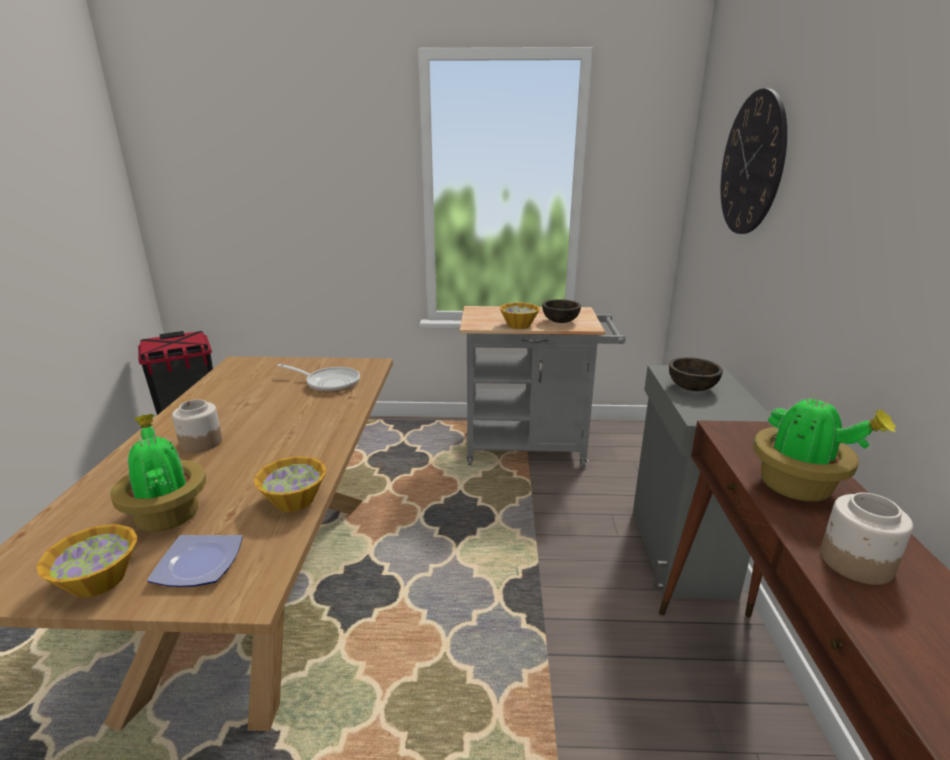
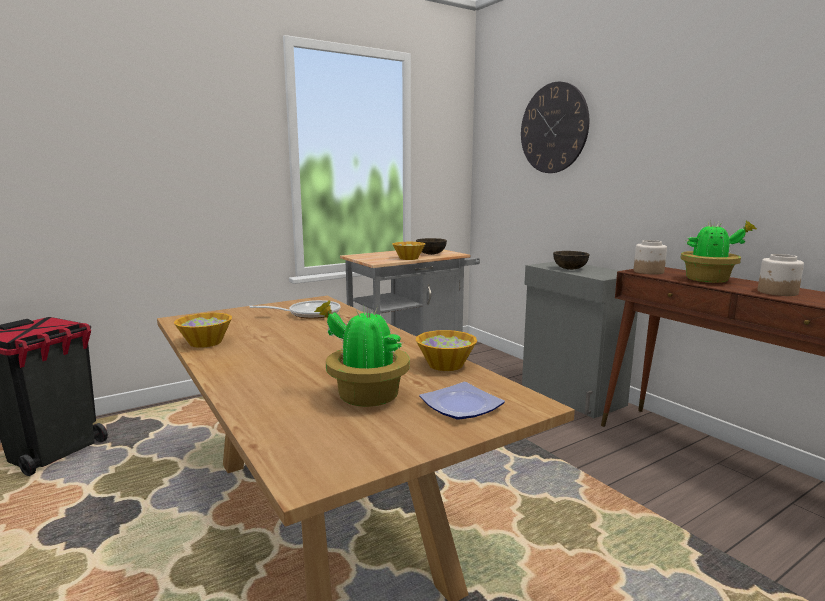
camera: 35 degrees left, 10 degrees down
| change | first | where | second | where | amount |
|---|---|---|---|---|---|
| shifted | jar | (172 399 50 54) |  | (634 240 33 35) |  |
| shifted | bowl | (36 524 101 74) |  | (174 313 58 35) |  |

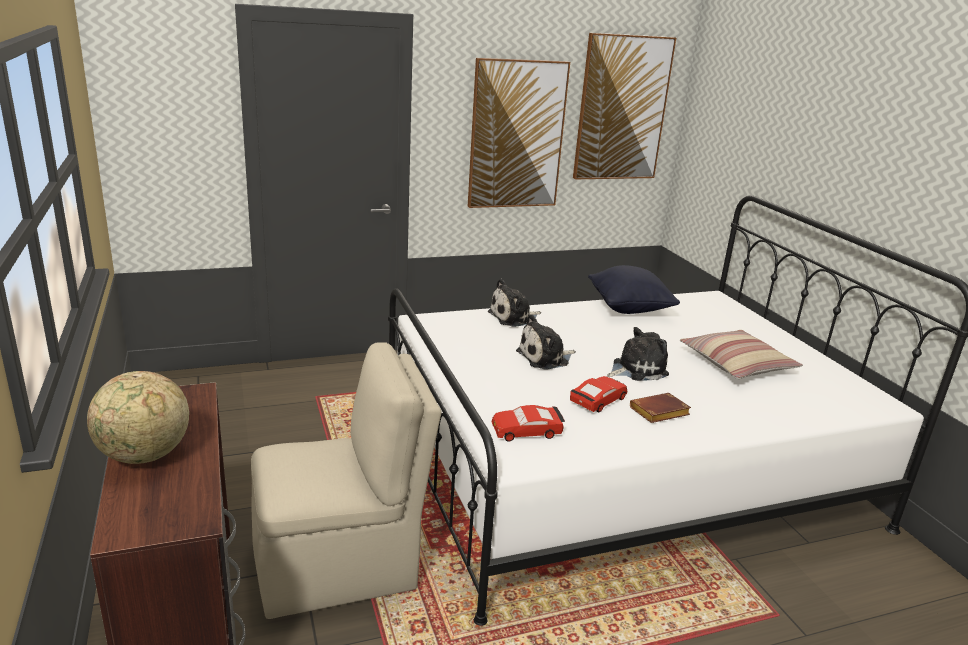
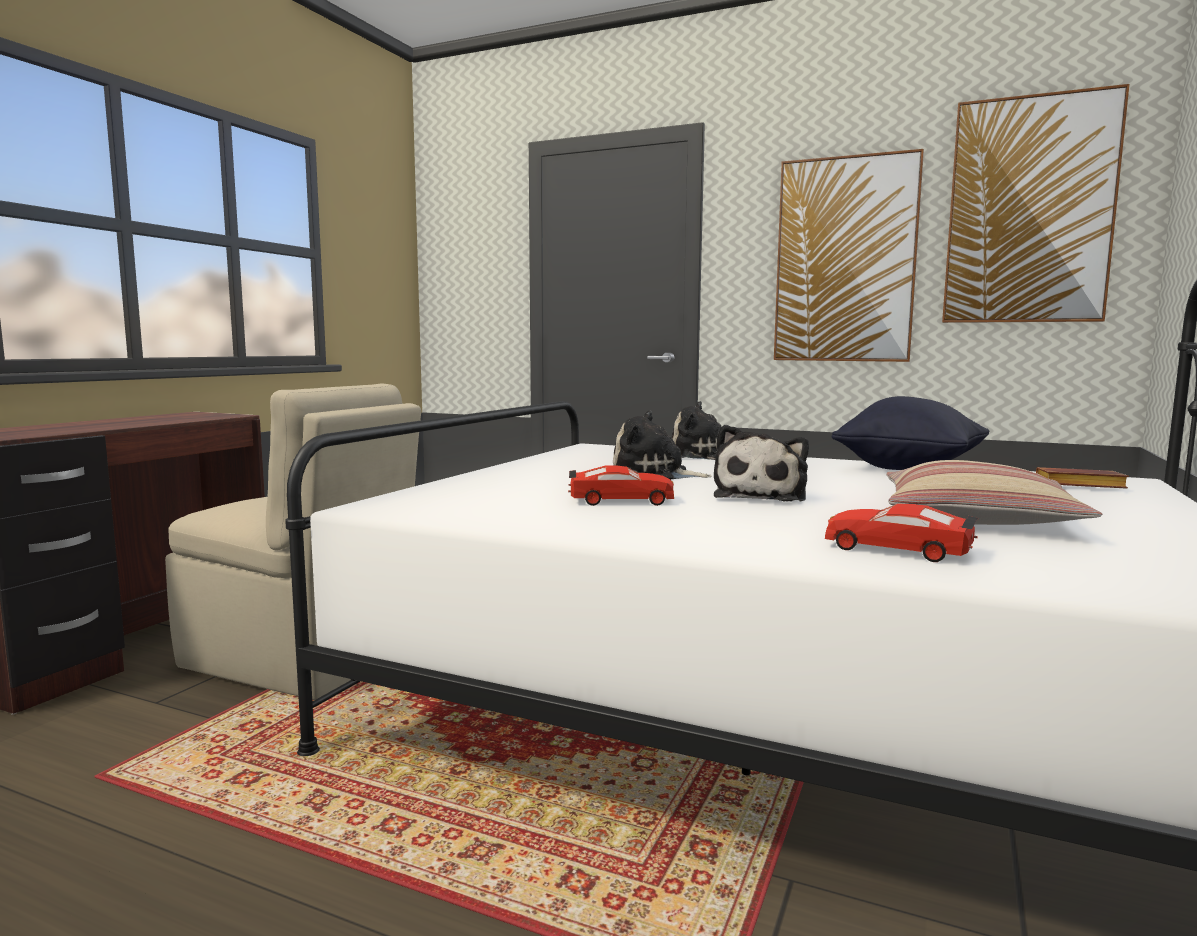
camera: 45 degrees right, 15 degrees down
| change | first | where | second | where | amount |
|---|---|---|---|---|---|
| rotated | plush toy | (607 327 62 54) |  | (714 425 95 76) | 90 degrees clockwise |
| gone | globe | (87 371 102 93) |  |  |  |
| shifted | brown book | (630 393 61 30) |  | (1036 467 93 22) |  |
| shifted | red toy car | (492 405 73 36) |  | (825 504 153 58) |  |

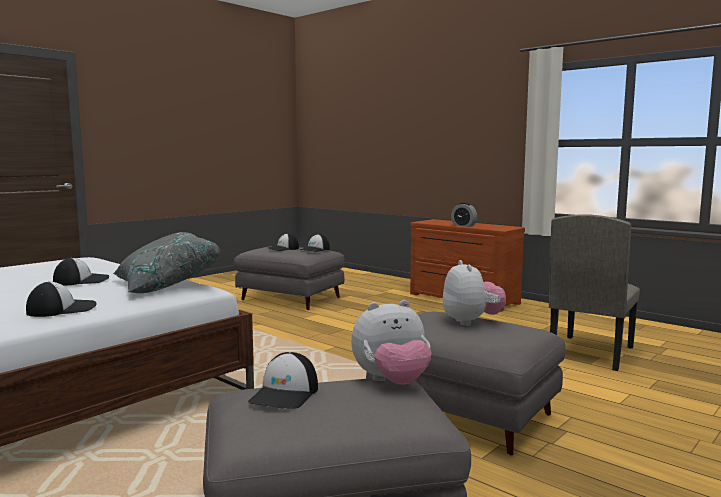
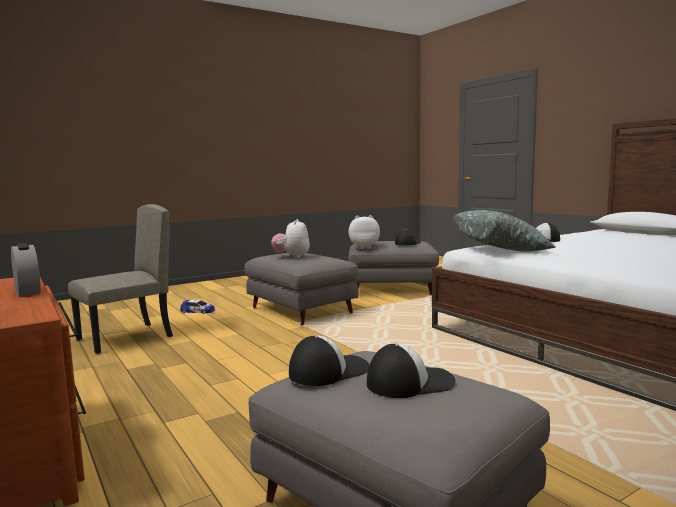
camera: 165 degrees left, 0 degrees up
| change | first | where | second | where | amount |
|---|---|---|---|---|---|
| gone | cap | (53 258 56 27) |  |  |  |
| new |  |  | toy car | (180 300 35 14) |  |

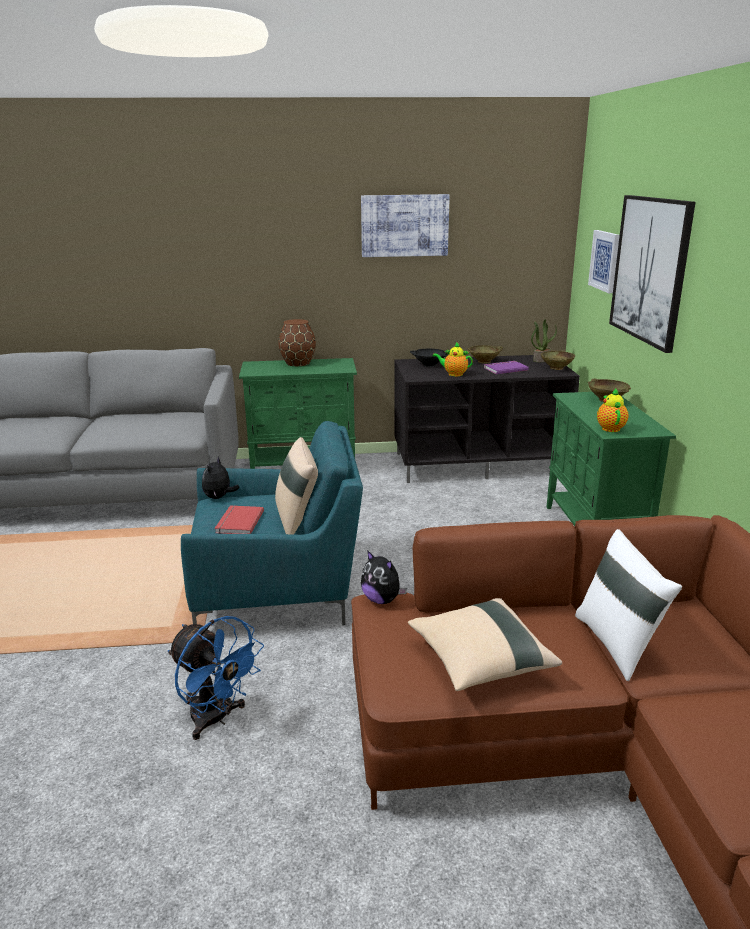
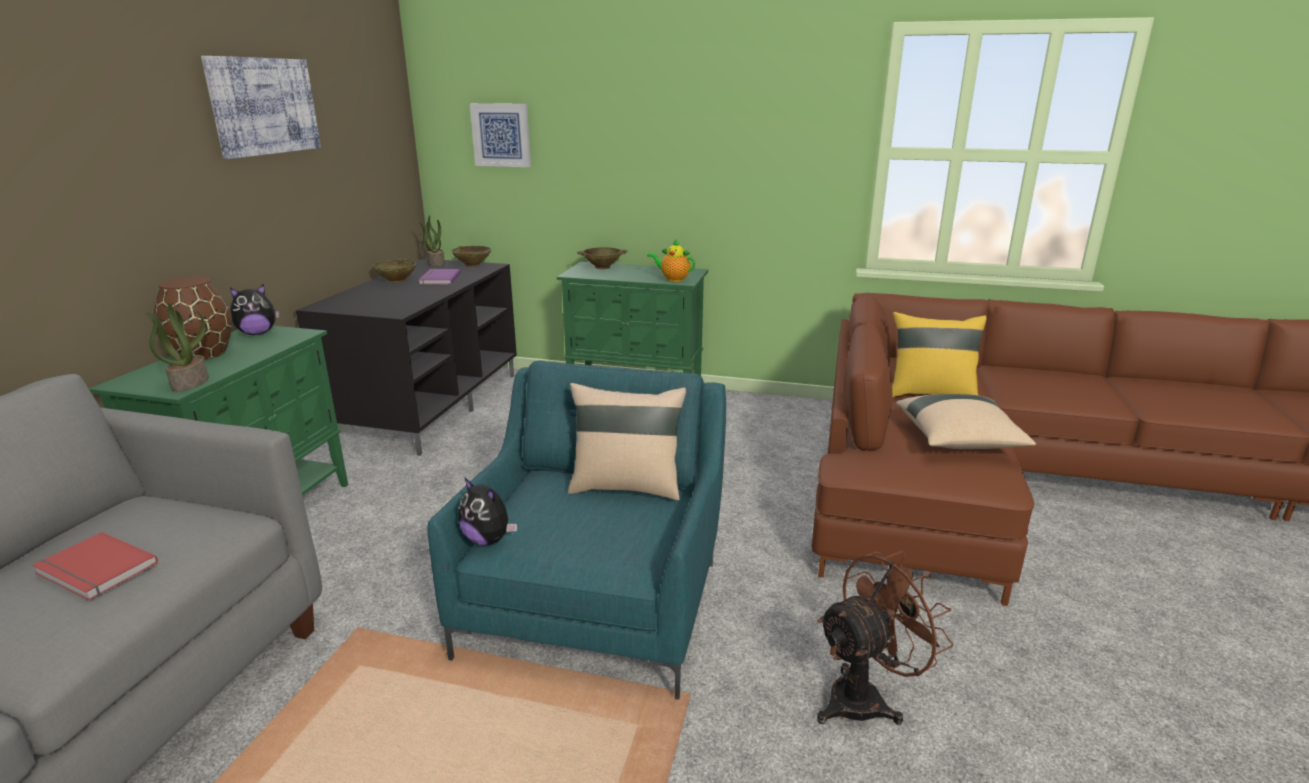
camera: 70 degrees left, 0 degrees up
| change | first | where | second | where | amount |
|---|---|---|---|---|---|
| gone | picture | (609 195 87 158) |  |  |  |
| gone | teapot | (433 342 40 34) |  |  |  |
| gone | black bowl | (410 349 39 18) |  |  |  |
| shifted | red book | (215 505 49 29) |  | (32 532 126 68) |  |
| repainted | white pillow | (575 529 107 152) | yellow pillow | (892 312 95 85) |  |
| shifted | plush toy | (361 550 46 54) |  | (230 284 49 51) |  |
| repainted | blue fan | (168 616 96 124) | brown fan | (817 551 136 174) |  |
| new |  |  | potted plant | (146 304 63 88) |  |

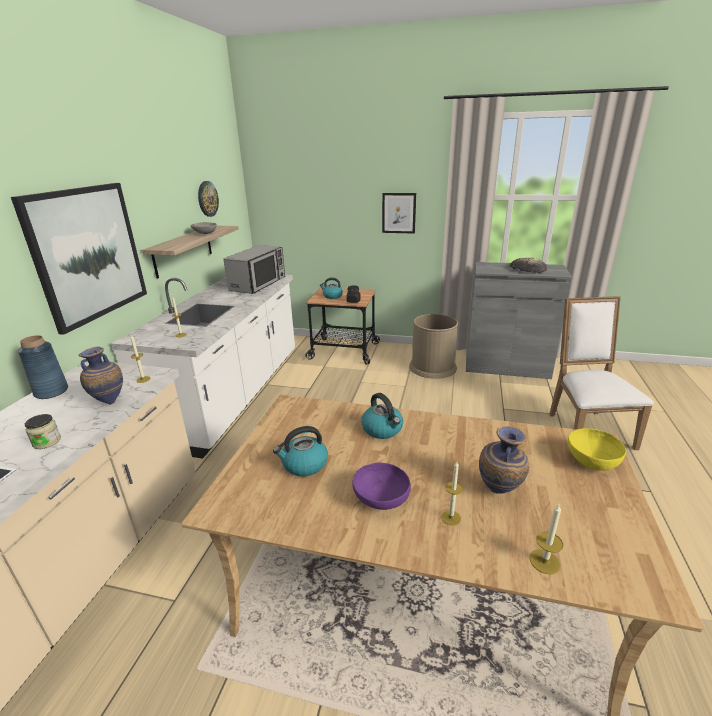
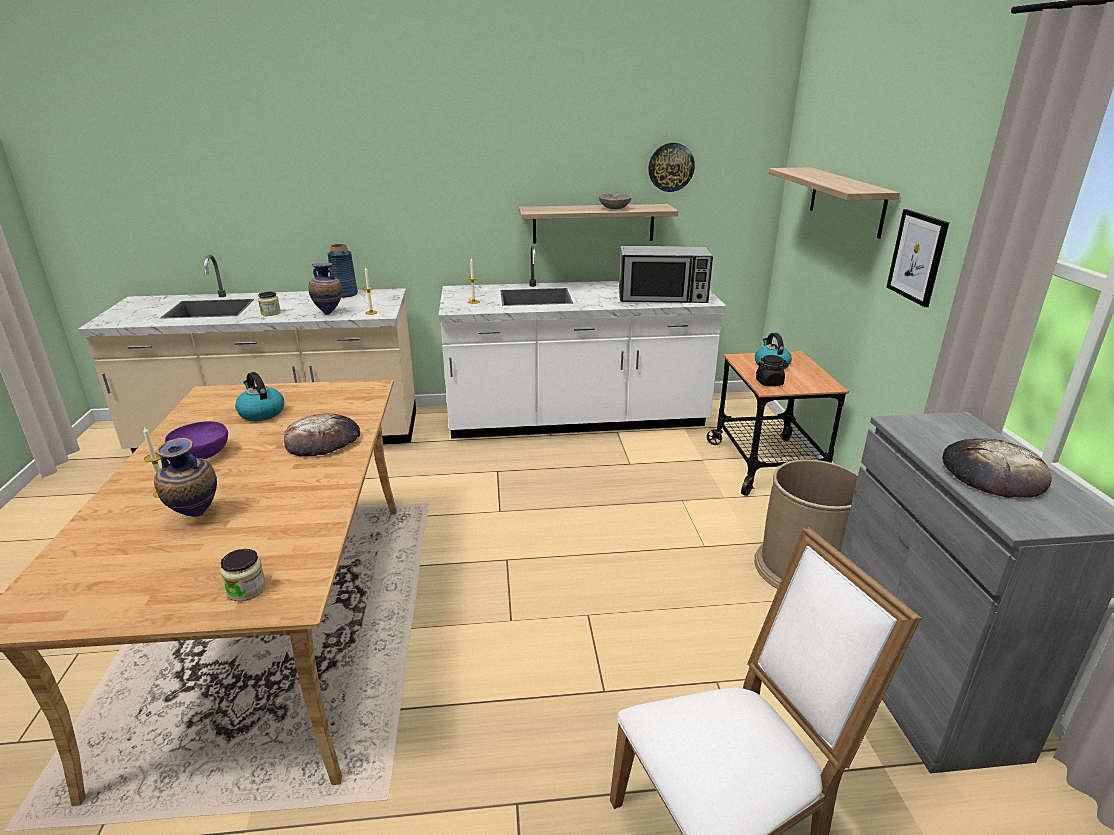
camera: 70 degrees right, 0 degrees up
| change | first | where | second | where | amount |
|---|---|---|---|---|---|
| gone | picture | (11 183 136 152) |  |  |  |
| swapped | kettle | (361 393 42 46) | bread | (284 414 76 42) |  |
| swapped | yellow bowl | (568 428 58 42) | jar | (220 549 46 53) |  |
| gone | candle | (529 504 34 71) |  |  |  |
| new |  |  | shelf | (768 167 132 72) |  |

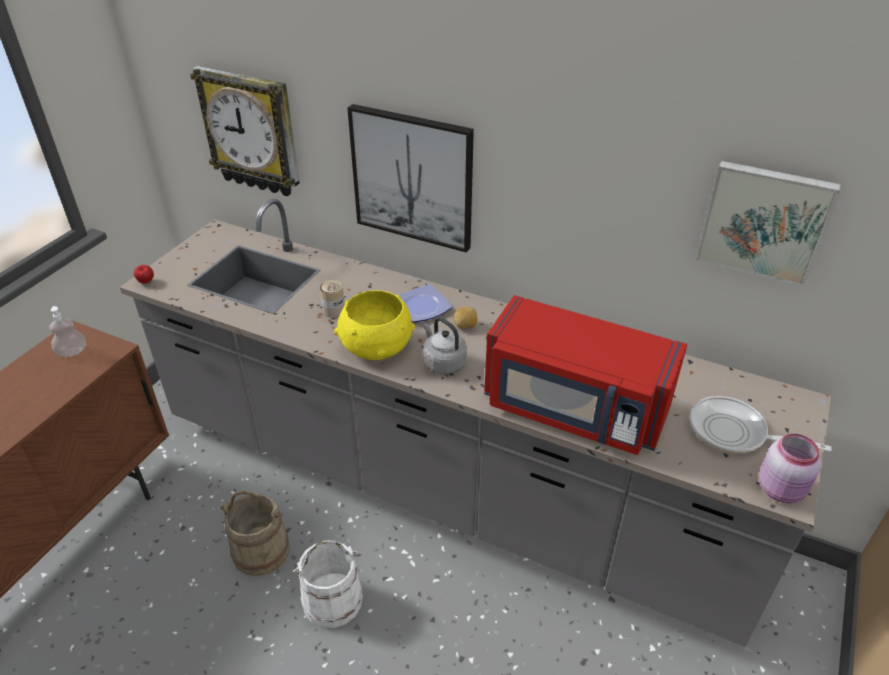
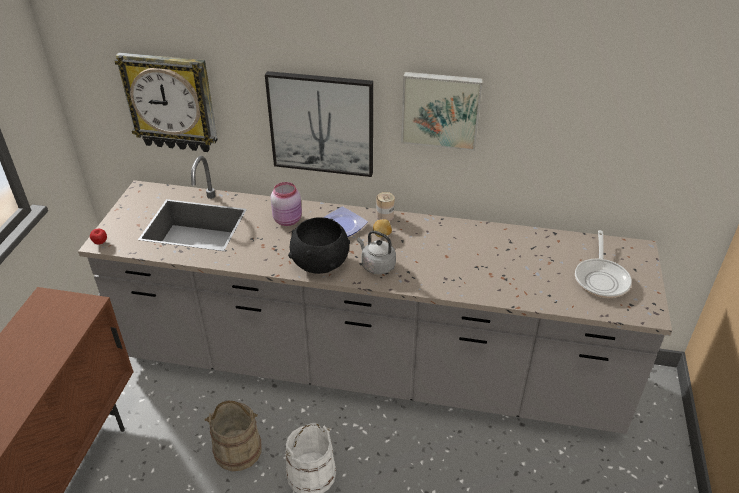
camera: 15 degrees left, 0 degrees up
| change | first | where | second | where | amount |
|---|---|---|---|---|---|
| shifted | picture | (695 161 146 125) |  | (401 72 82 79) |  |
| shifted | can | (320 280 25 38) |  | (376 192 18 29) |  |
| repainted | yellow bowl | (334 290 81 70) | black bowl | (288 217 62 57) |  |
| gone | red microwave | (484 295 203 160) |  |  |  |
| gone | soap dispenser | (49 306 37 51) |  |  |  |
| rotated | frying pan | (690 396 142 58) |  | (575 230 57 68) | 90 degrees counterclockwise |
| shifted | pink jar | (759 433 62 70) |  | (271 182 31 44) |  |

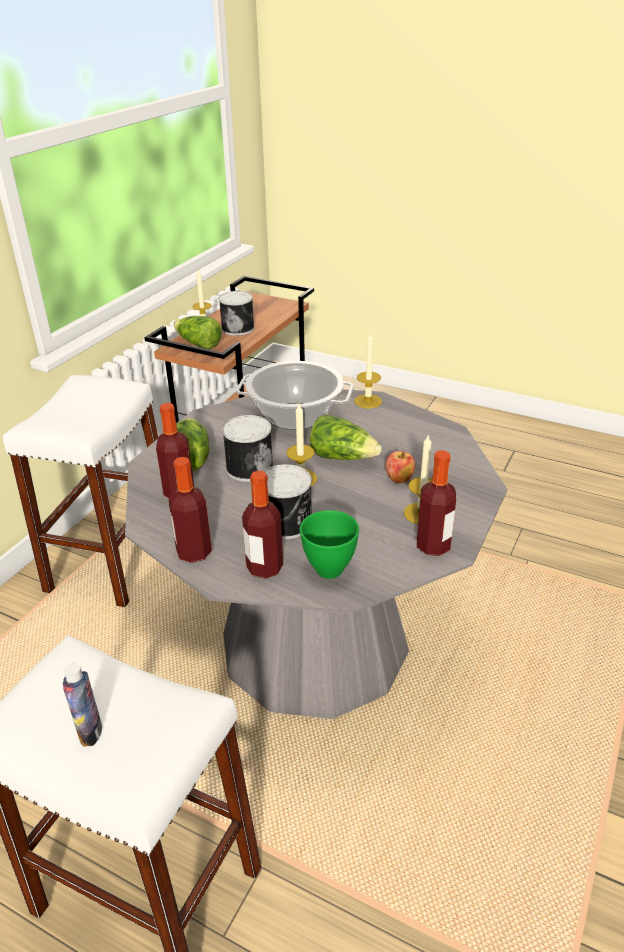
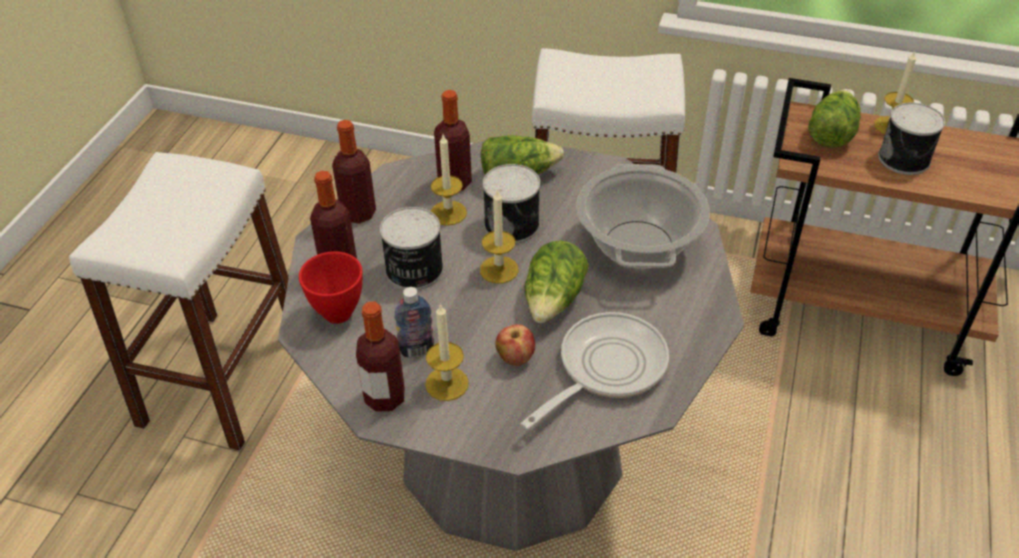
camera: 80 degrees right, 10 degrees up
| change | first | where | second | where | amount |
|---|---|---|---|---|---|
| shifted | candle | (354 332 28 76) |  | (431 135 36 91) |  |
| repainted | green bowl | (300 510 59 69) | red bowl | (299 251 63 73) |  |
| shifted | bottle | (63 663 39 84) |  | (394 287 40 71) |  |
| new |  |  | frying pan | (521 312 148 117) |  |

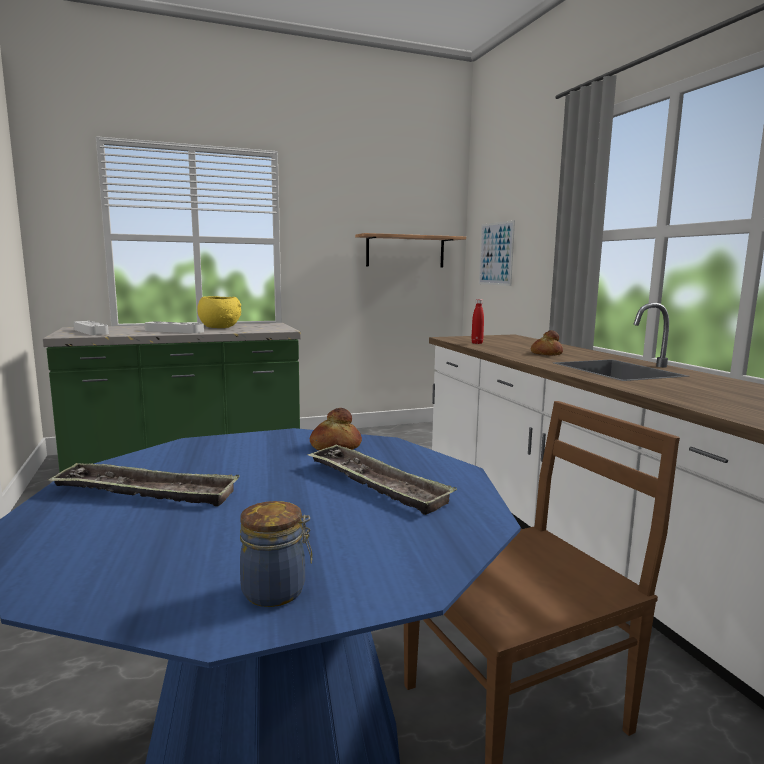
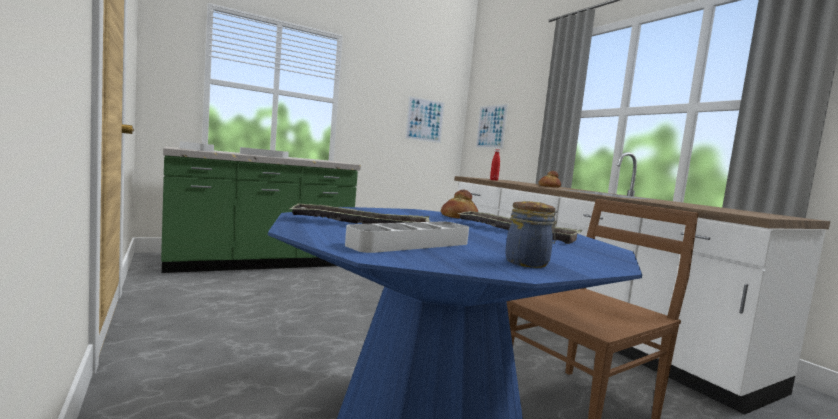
camera: 10 degrees left, 5 degrees down
| change | first | where | second | where | amount |
|---|---|---|---|---|---|
| swapped | shelf | (355 233 111 35) | picture | (405 96 40 47) |  |
| gone | yellow bowl | (197 296 44 32) |  |  |  |
| new |  |  | grey tray | (345 222 124 31) |  |

